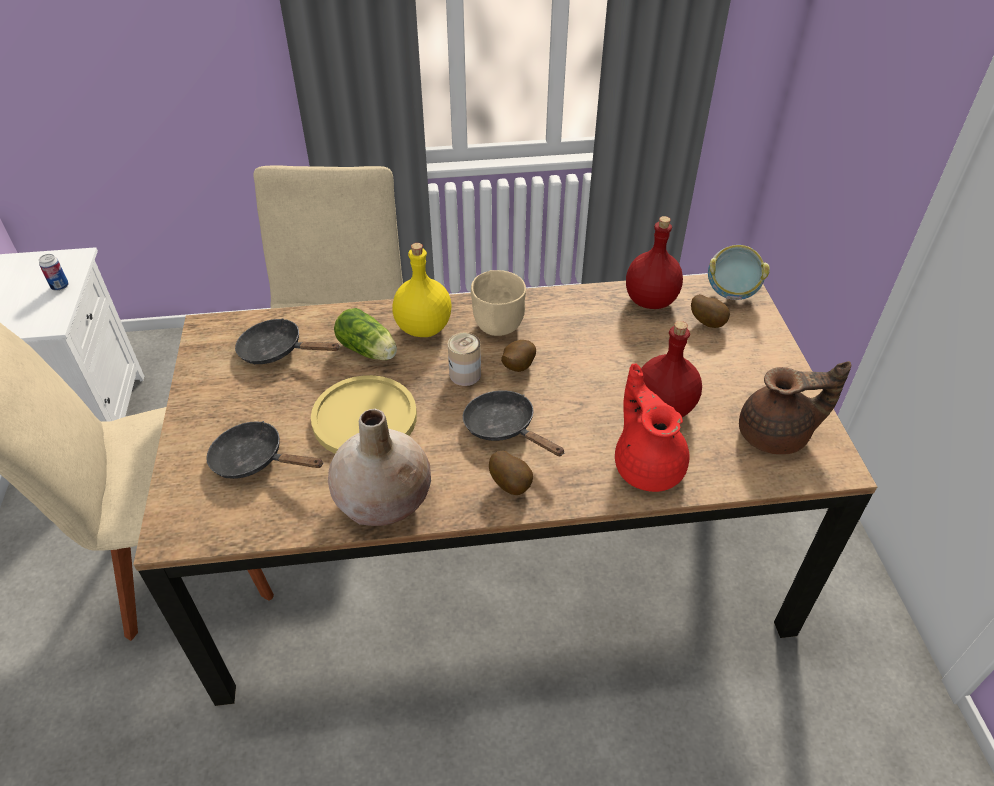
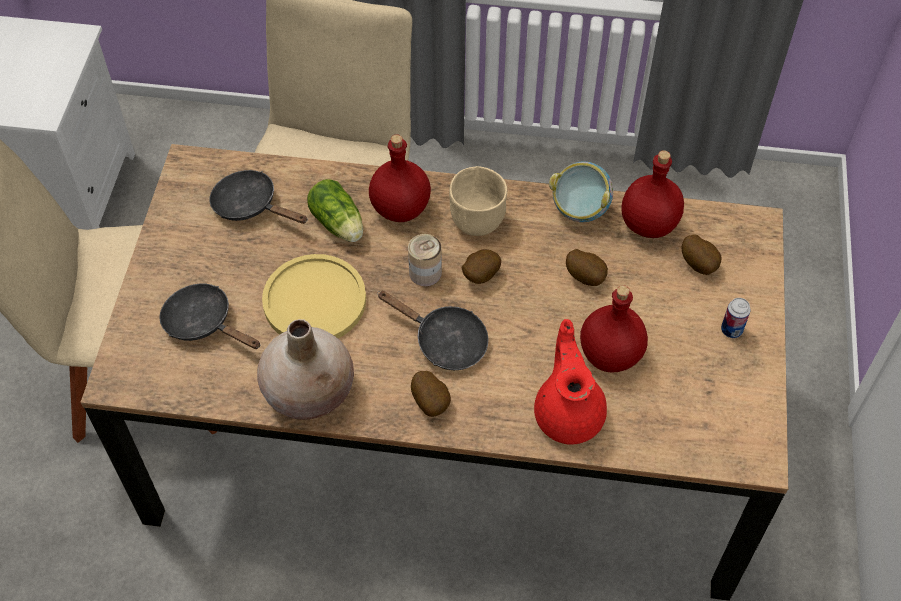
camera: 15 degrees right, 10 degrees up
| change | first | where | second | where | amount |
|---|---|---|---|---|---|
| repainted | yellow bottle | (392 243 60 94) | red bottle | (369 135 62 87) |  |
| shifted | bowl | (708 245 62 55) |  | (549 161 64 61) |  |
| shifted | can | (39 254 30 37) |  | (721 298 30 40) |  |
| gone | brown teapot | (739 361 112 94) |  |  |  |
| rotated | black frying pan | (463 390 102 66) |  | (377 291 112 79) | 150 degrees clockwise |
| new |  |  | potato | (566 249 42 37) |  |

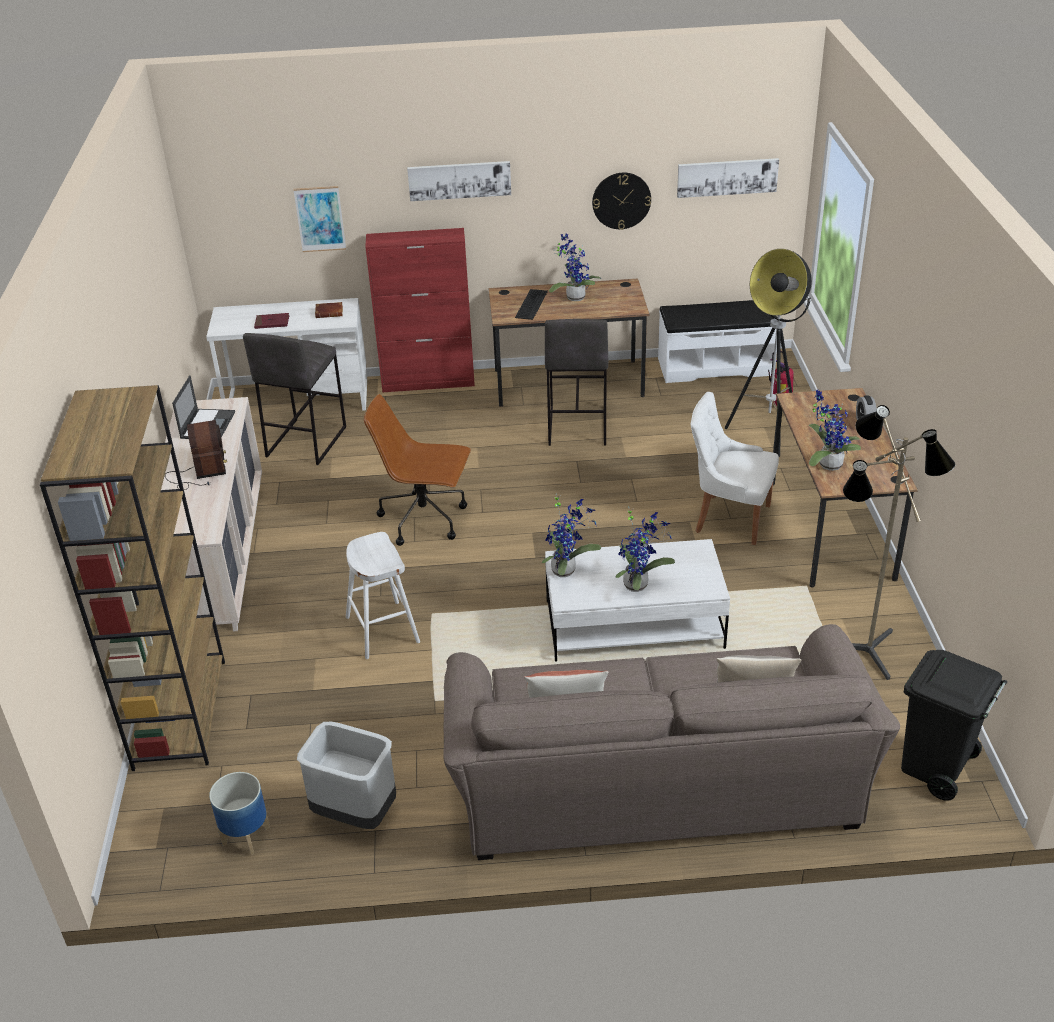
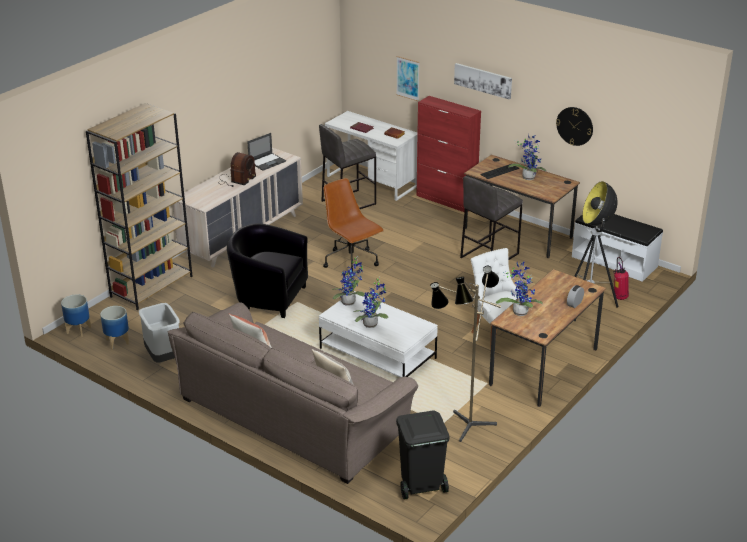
camera: 40 degrees right, 5 degrees down
| change | first | where | second | where | amount |
|---|---|---|---|---|---|
| gone | picture | (677 158 102 40) |  |  |  |
| swapped | white stool | (346 532 74 127) | black armchair | (227 223 81 95) |  |
| new |  |  | planter | (61 294 30 43) |  |

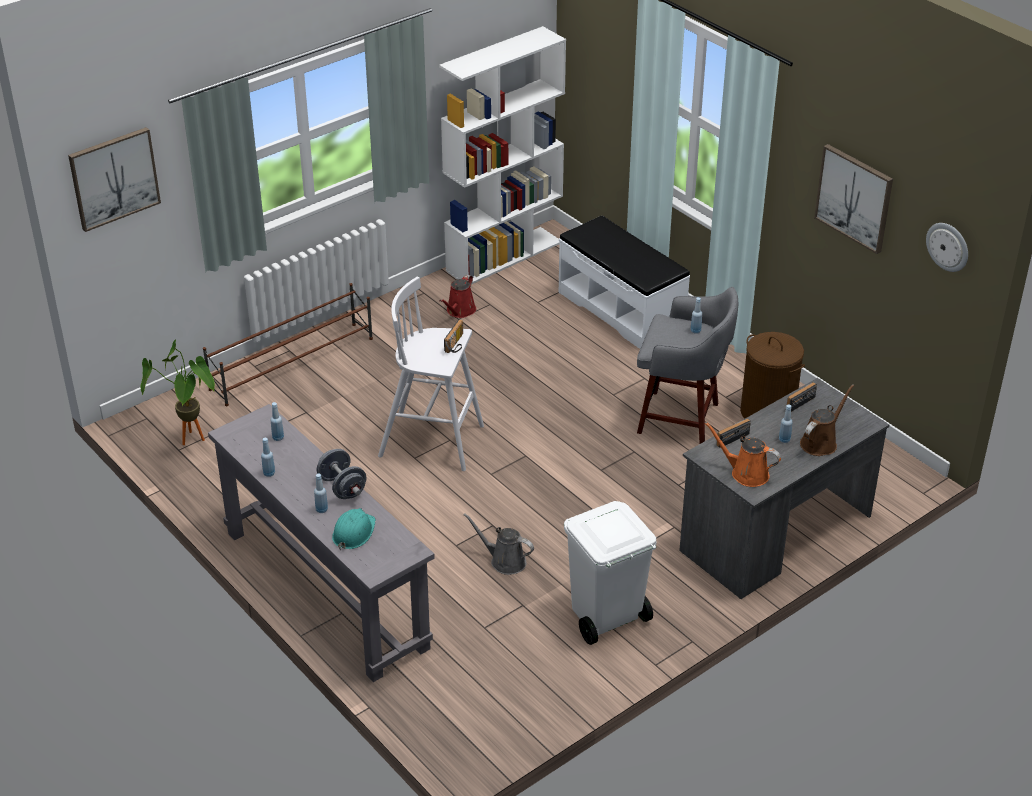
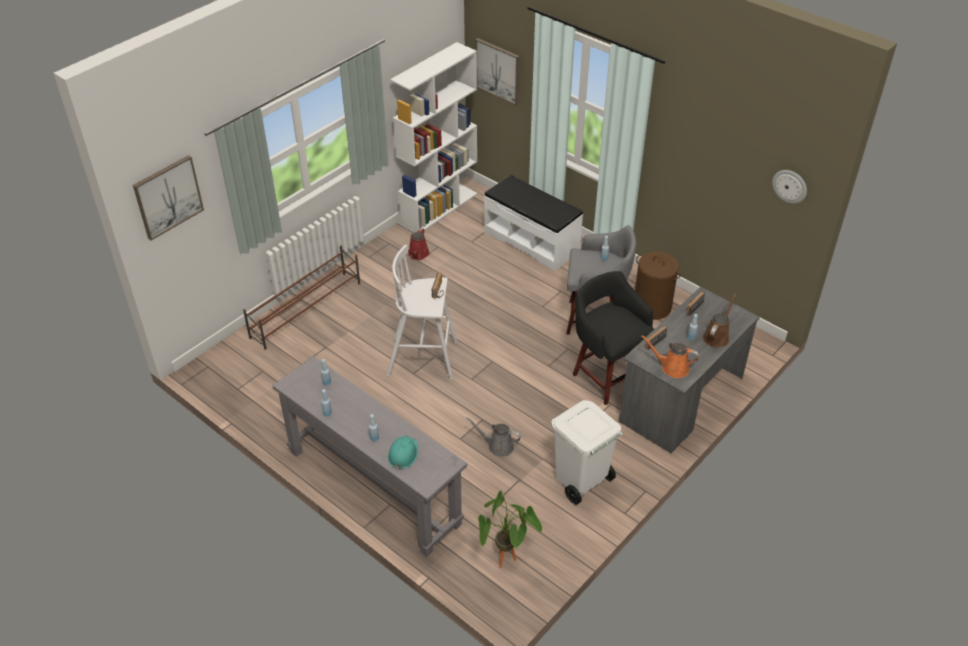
camera: 10 degrees left, 5 degrees up
| change | first | where | second | where | amount |
|---|---|---|---|---|---|
| shifted | picture | (814 144 79 110) |  | (475 38 45 68) |  |
| shifted | potted plant | (140 339 75 106) |  | (478 491 64 77) |  |
| gone | grey dumbbell | (317 449 49 50) |  |  |  |
| new |  |  | black stool | (573 271 81 134) |  |

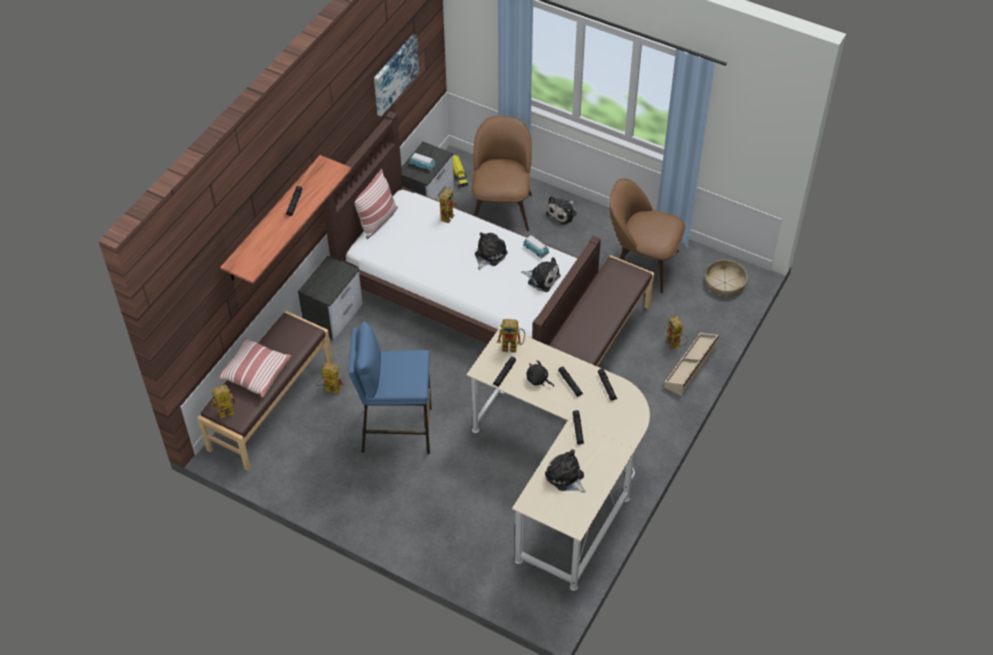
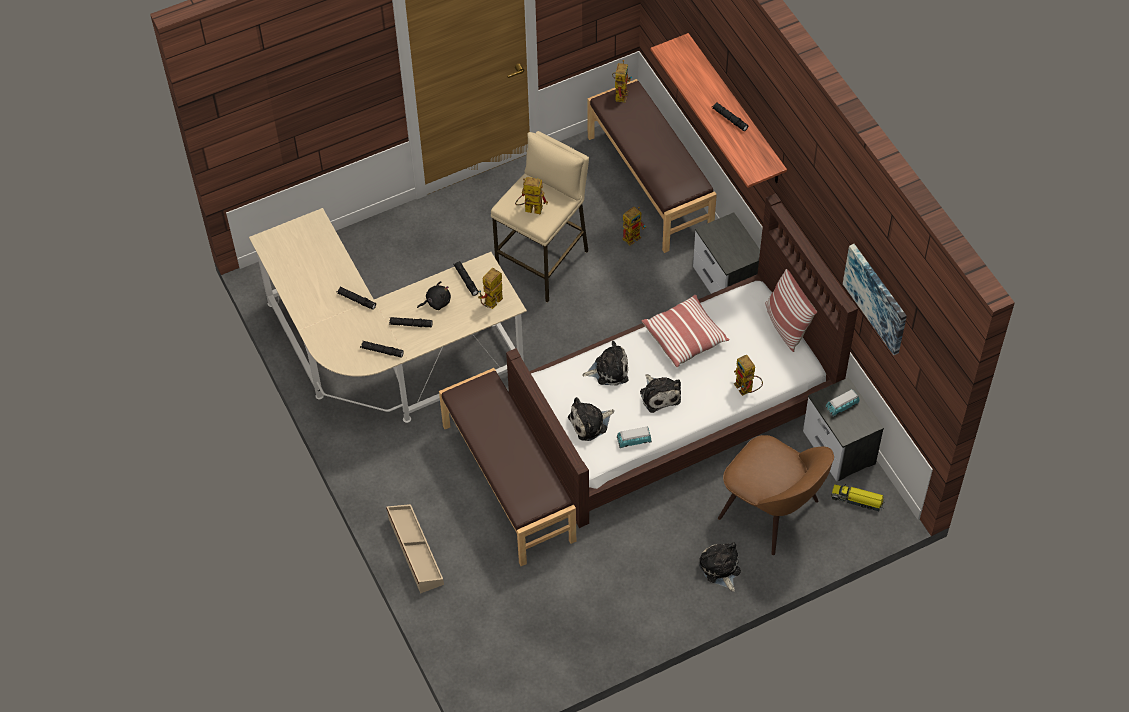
camera: 125 degrees right, 5 degrees up
| change | first | where | second | where | amount |
|---|---|---|---|---|---|
| gone | brown chair | (609 179 76 115) |  |  |  |
| gone | basket | (705 260 42 37) |  |  |  |
| shifted | toy robot | (665 316 23 34) |  | (515 177 33 38) |  |
| repainted | blue stool | (348 321 84 133) | beige stool | (491 131 98 172) |  |
| shifted | pillow | (216 338 75 59) |  | (642 295 88 72) |  |
| shifted | plush toy | (545 449 41 44) |  | (582 341 46 45) |  |

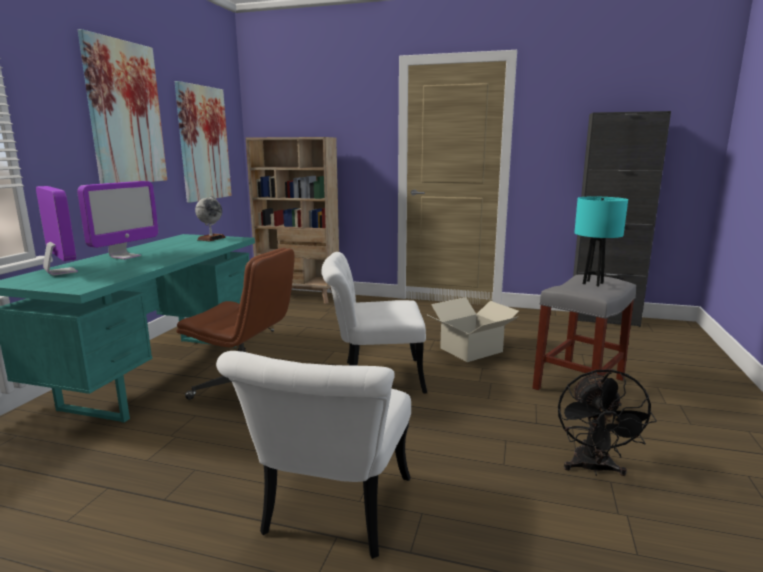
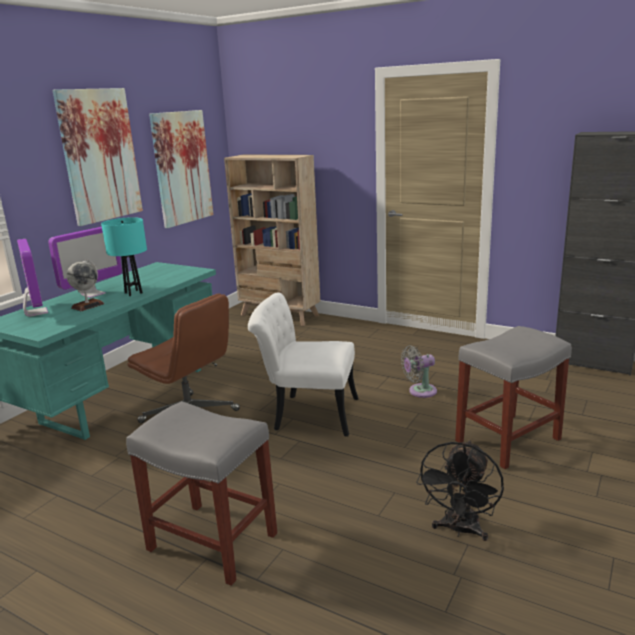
camera: 15 degrees right, 5 degrees up
| change | first | where | second | where | amount |
|---|---|---|---|---|---|
| shifted | globe | (195 196 31 45) |  | (67 259 37 52) |  |
| shifted | turquoise table lamp | (574 196 54 91) |  | (101 217 46 79) |  |
| swapped | cardboard box | (426 297 93 65) | grey fan | (401 345 36 53) |  |
| swapped | white chair | (216 351 195 208) | grey stool | (126 401 151 185) |  |

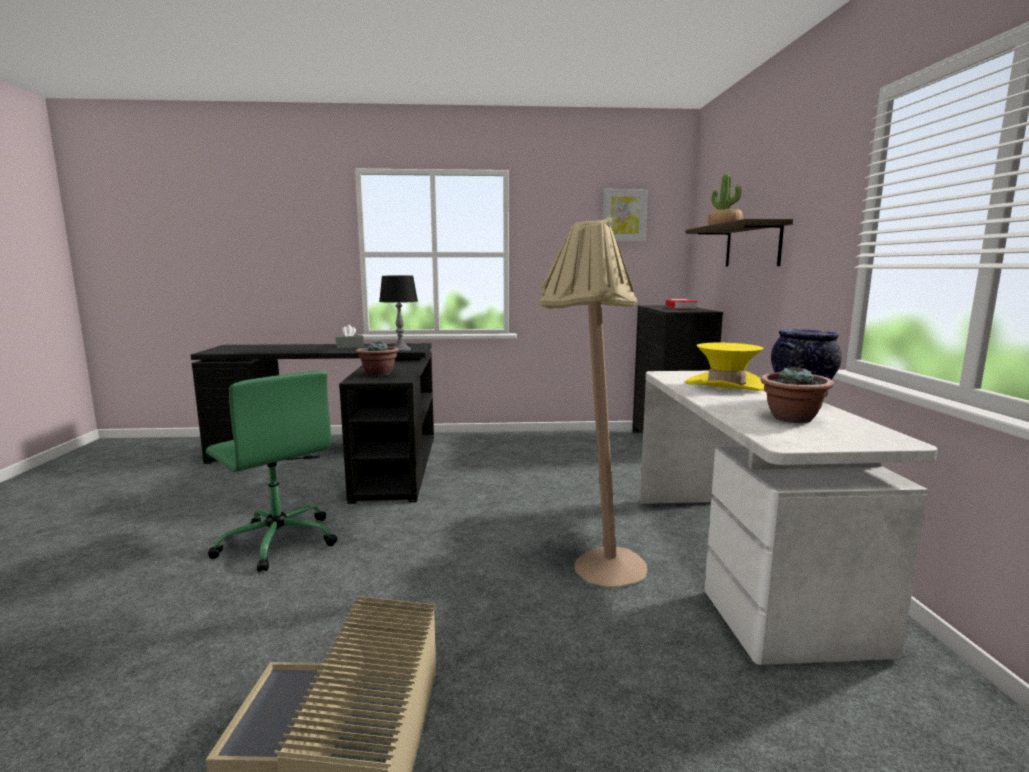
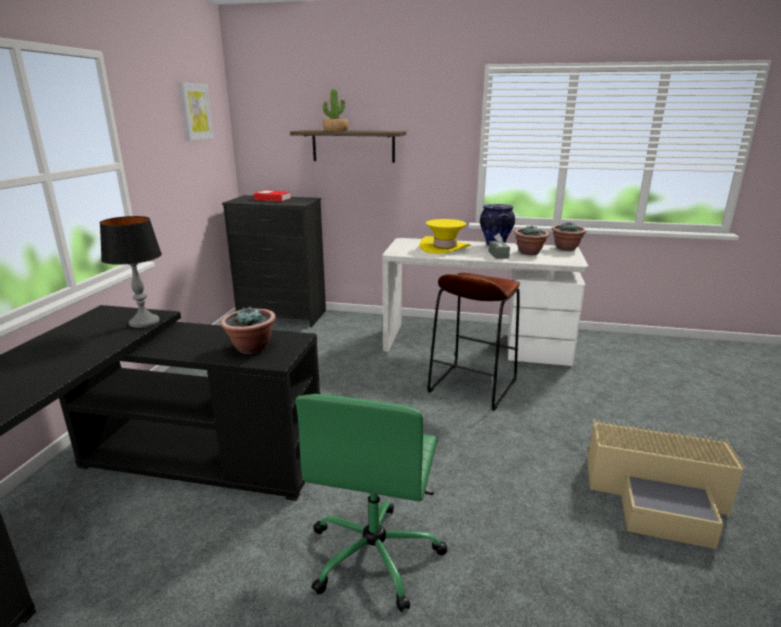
camera: 75 degrees left, 10 degrees up
| change | first | where | second | where | amount |
|---|---|---|---|---|---|
| swapped | beige floor lamp | (540 217 108 370) | brown stool | (427 273 93 138) |  |
| shifted | grey tissue box | (336 325 28 23) |  | (488 233 22 26) |  |
| rotated | green office chair | (206 371 131 201) |  | (295 394 153 218) | 135 degrees clockwise |
| new |  |  | potted plant | (552 222 34 29) |  |

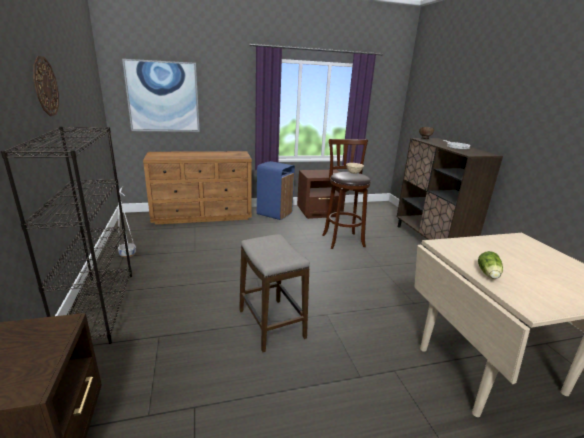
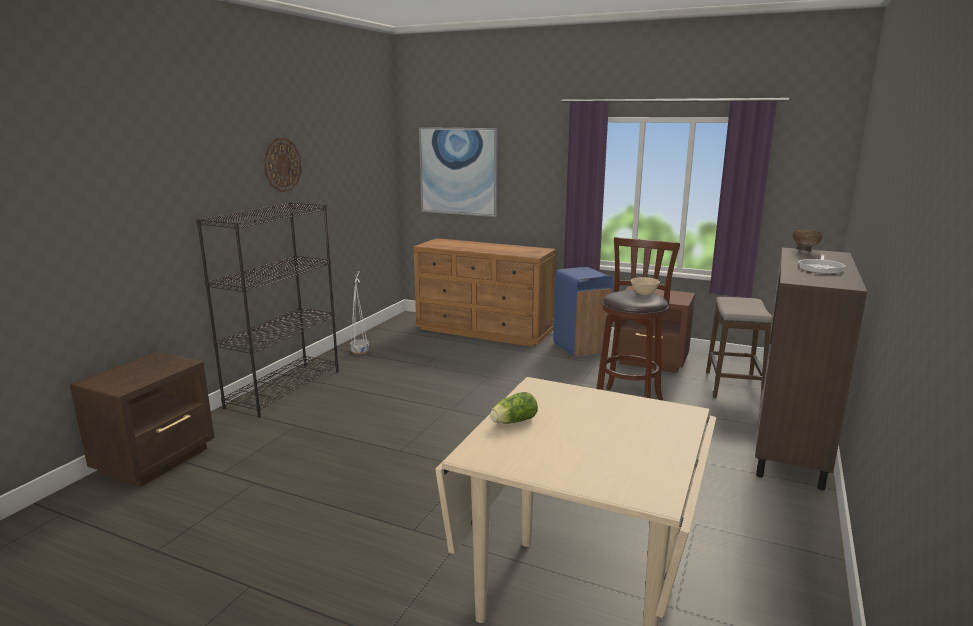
camera: 40 degrees right, 5 degrees down
| change | first | where | second | where | amount |
|---|---|---|---|---|---|
| shifted | stool | (239 234 71 118) |  | (706 297 66 104) |  |

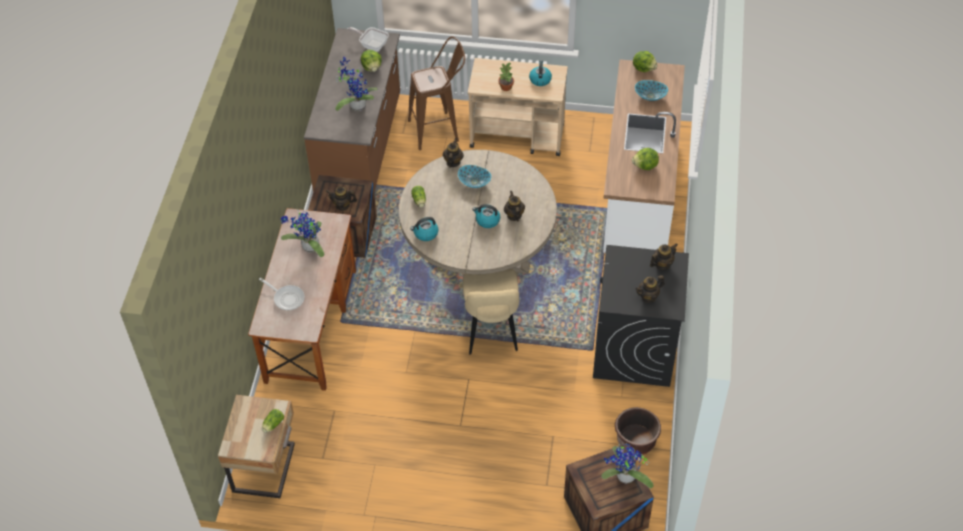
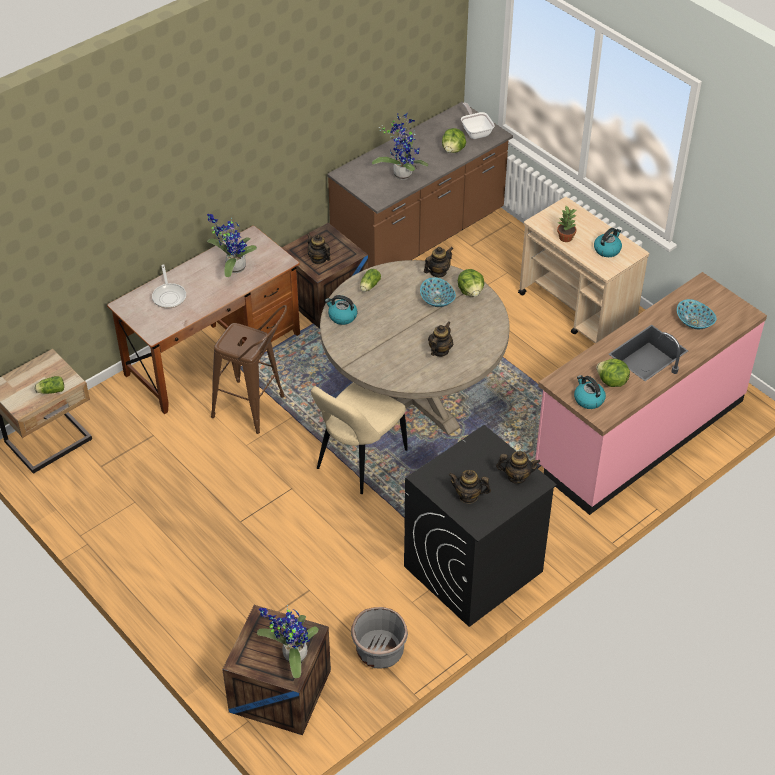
camera: 40 degrees right, 5 degrees down
| change | first | where | second | where | amount |
|---|---|---|---|---|---|
| shifted | brown stool | (408 36 57 114) |  | (211 305 76 129) |  |
| shifted | lettuce | (633 51 24 21) |  | (458 269 26 28) |  |
| repainted | white counter | (603 59 82 194) | pink counter | (535 272 232 243) |  |
| shifted | kettle | (472 204 28 24) |  | (574 375 32 34) |  |
| repainted | brown planter | (615 407 46 48) | grey planter | (351 607 57 62) |  |

